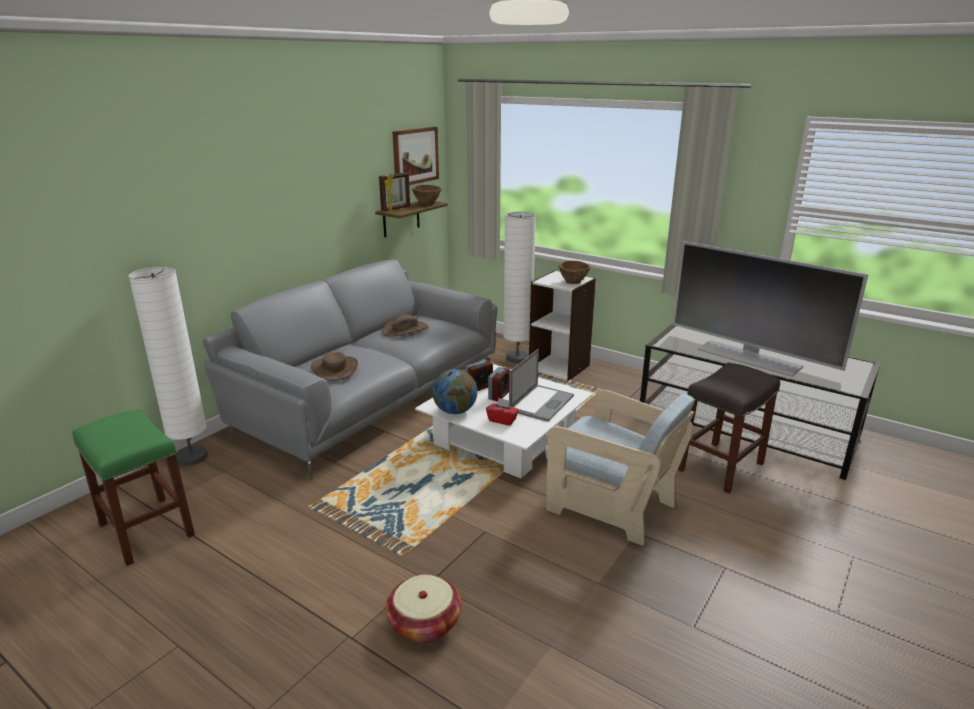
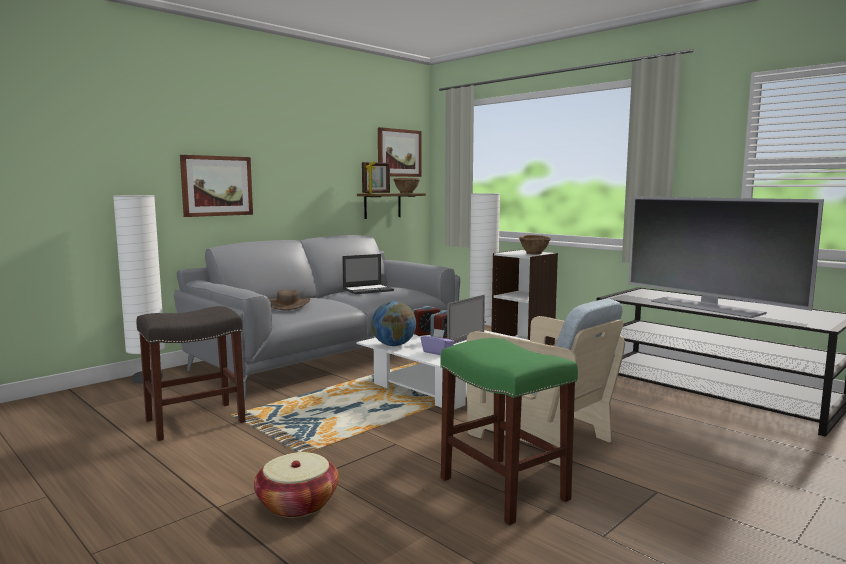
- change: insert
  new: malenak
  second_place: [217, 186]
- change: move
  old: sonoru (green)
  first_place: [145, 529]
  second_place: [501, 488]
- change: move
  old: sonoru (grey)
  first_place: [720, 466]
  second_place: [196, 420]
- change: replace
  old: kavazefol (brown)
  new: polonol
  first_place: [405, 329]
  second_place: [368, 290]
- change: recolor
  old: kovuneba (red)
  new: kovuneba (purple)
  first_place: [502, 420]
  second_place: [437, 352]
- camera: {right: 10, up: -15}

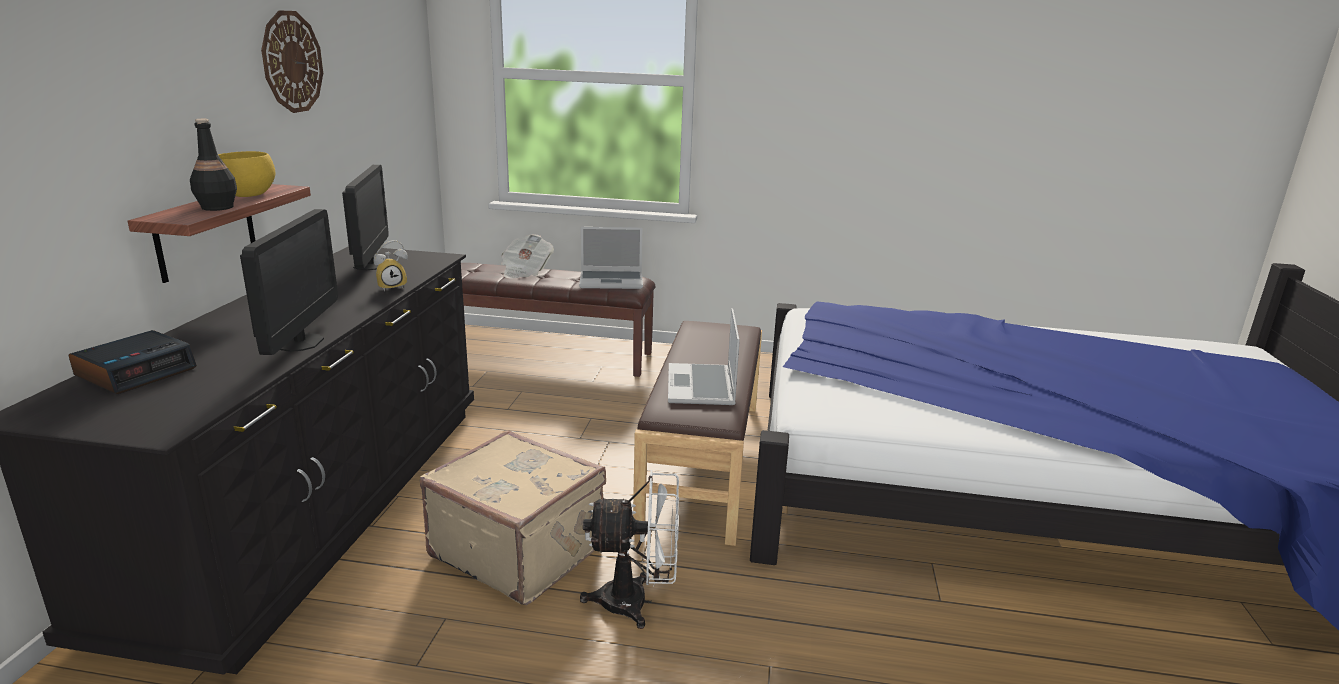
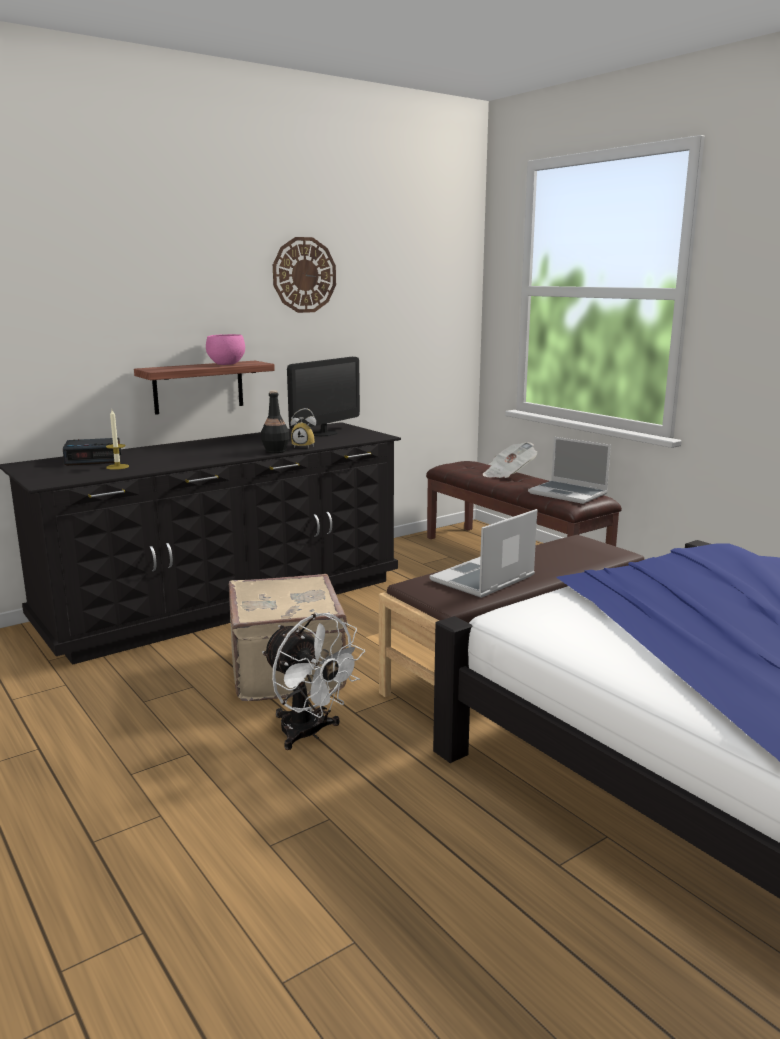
- change: delete
  old: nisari
  first_place: [300, 342]
- change: insert
  new: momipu
  second_place: [117, 467]
- change: move
  old: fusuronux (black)
  first_place: [217, 207]
  second_place: [275, 451]
- change: recolor
  old: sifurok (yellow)
  new: sifurok (pink)
  first_place: [247, 195]
  second_place: [225, 364]
- camera: {right: 45, up: -5}

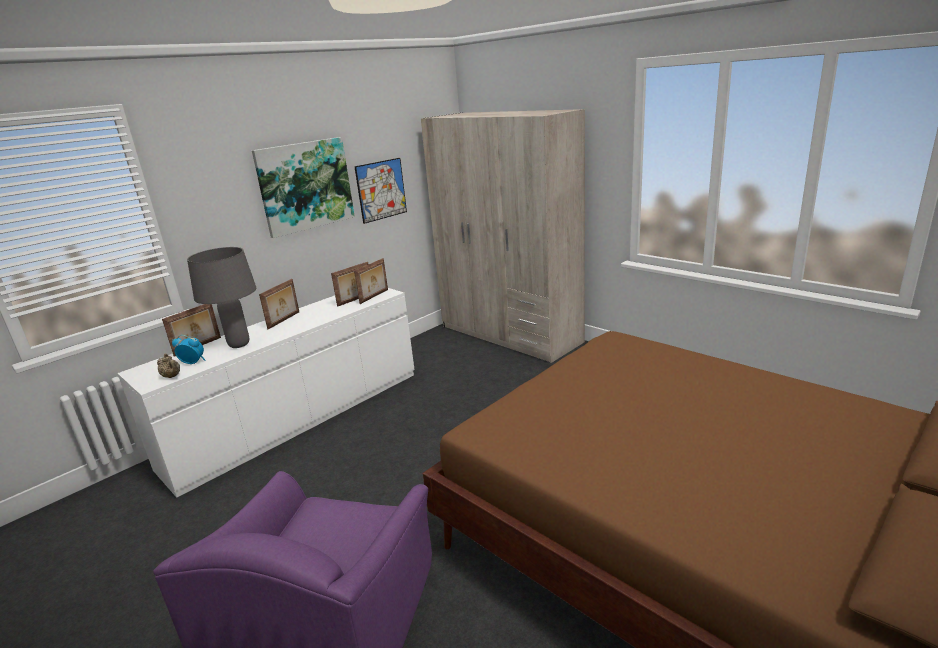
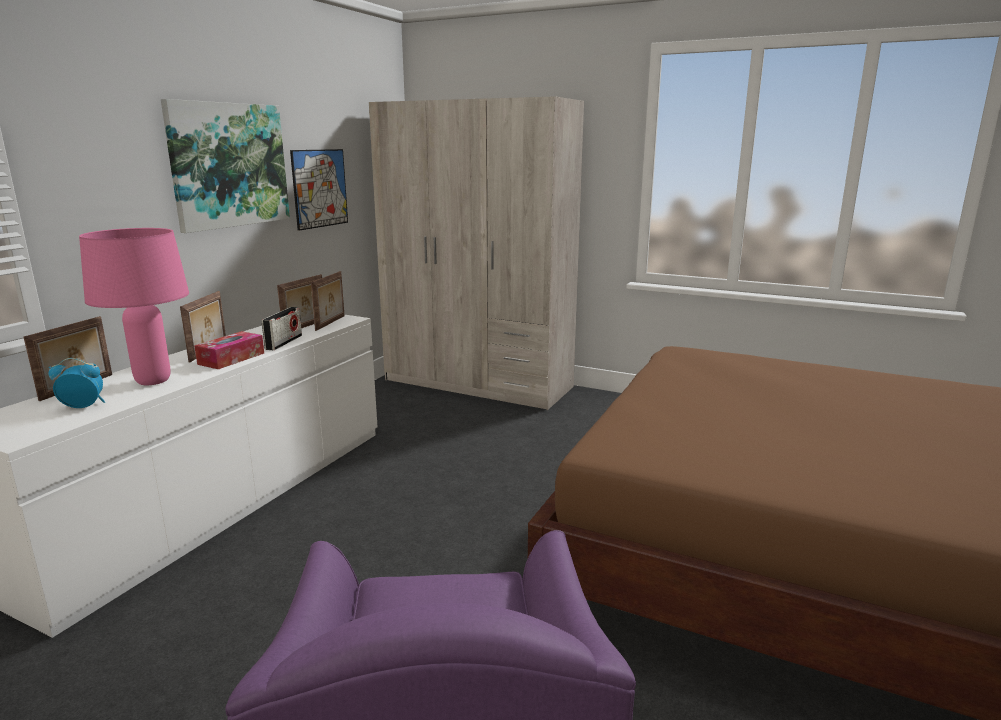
- change: delete
  old: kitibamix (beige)
  first_place: [172, 376]
- change: insert
  new: kovuneba
  second_place: [231, 358]
- change: insert
  new: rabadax
  second_place: [284, 342]
- change: recolor
  old: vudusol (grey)
  new: vudusol (pink)
  first_place: [239, 344]
  second_place: [154, 381]
- camera: {right: -20, up: -5}

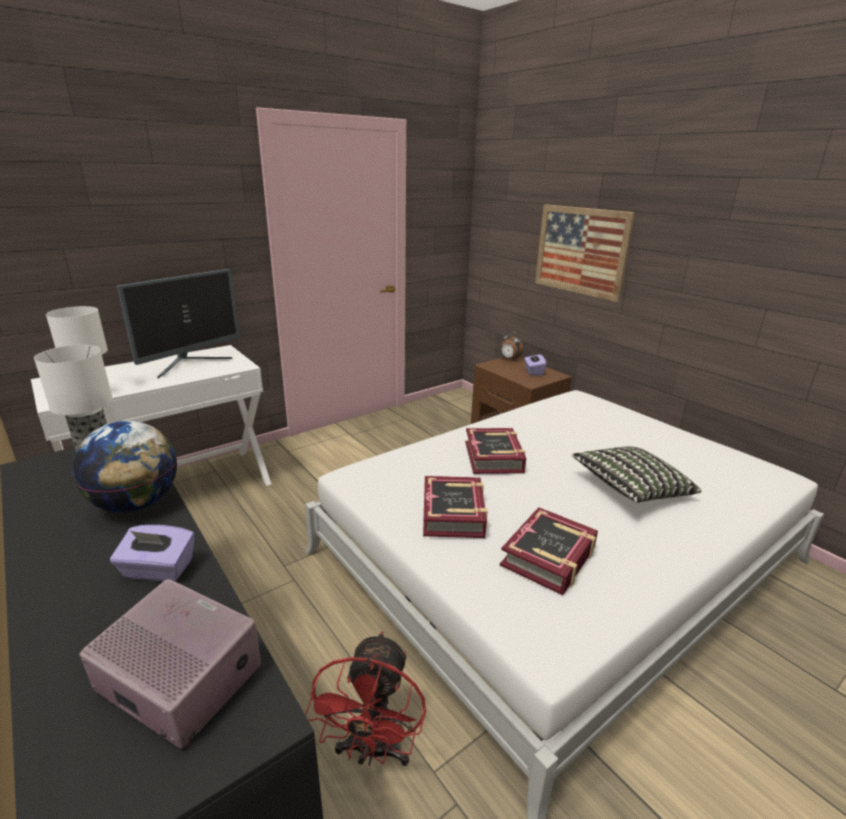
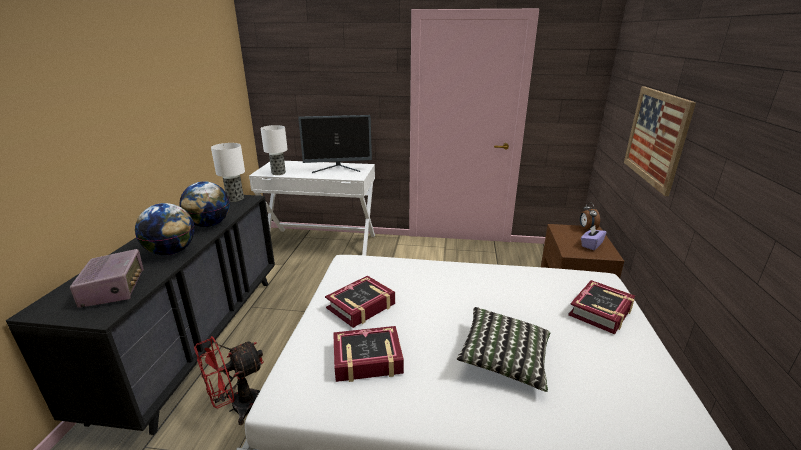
- change: move
  old: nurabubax
  first_place: [494, 457]
  second_place: [601, 312]
- change: replace
  old: kovuneba (purple)
  new: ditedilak
  first_place: [158, 570]
  second_place: [171, 252]
- camera: {right: 45, up: 0}

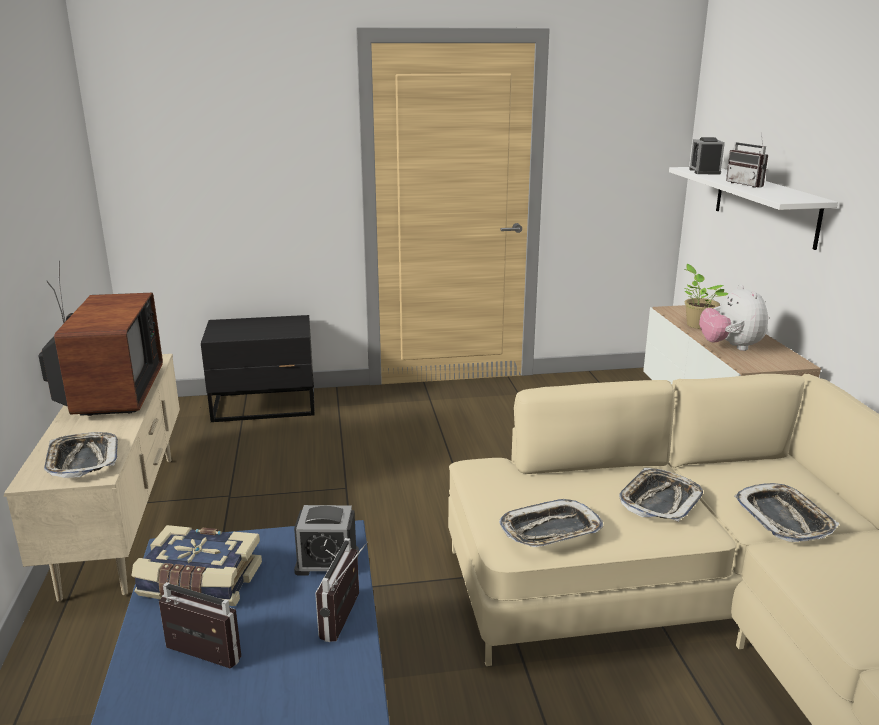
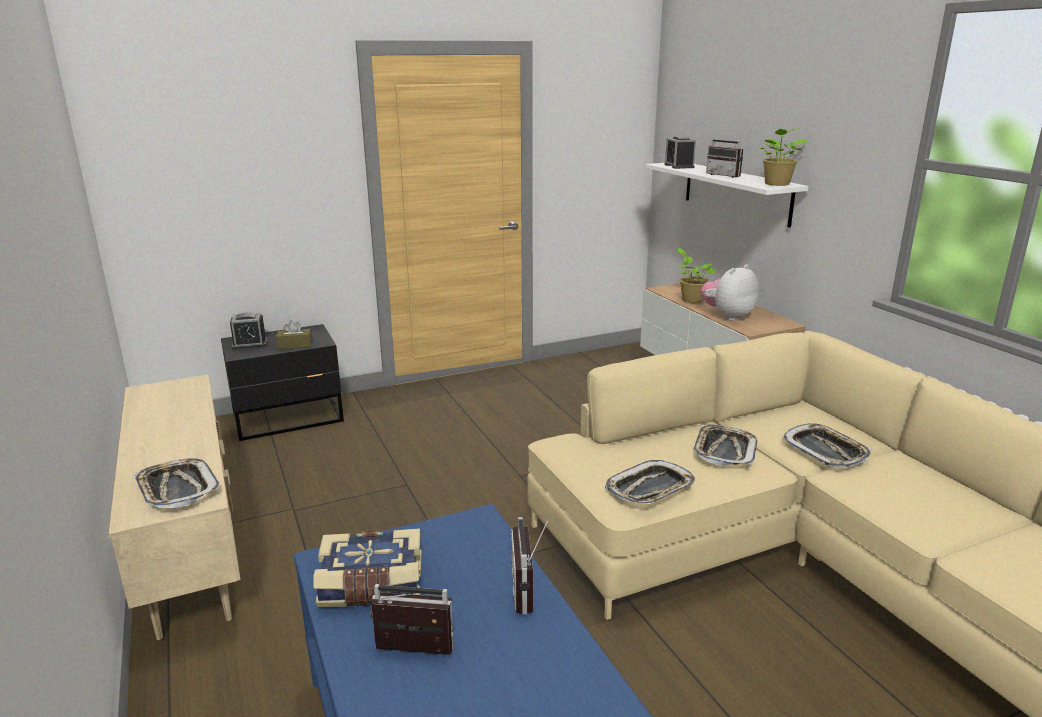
- change: delete
  old: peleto
  first_place: [110, 396]
- change: insert
  new: kovuneba (brown)
  second_place: [295, 345]
- change: insert
  new: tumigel
  second_place: [777, 184]
- change: move
  old: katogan
  first_place: [327, 562]
  second_place: [250, 344]
- change: rotate
  old: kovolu
  first_place: [730, 347]
  second_place: [728, 316]
  degrees: 75
- camera: {right: -15, up: 0}

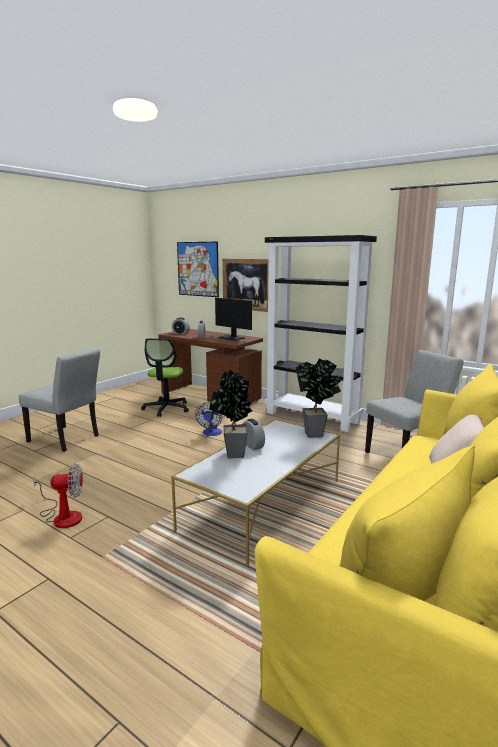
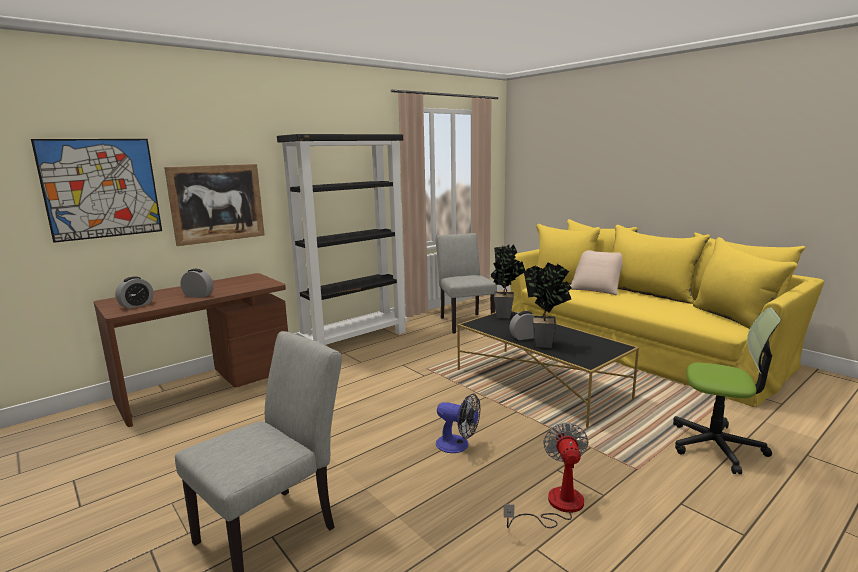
- change: delete
  old: nisari
  first_place: [231, 338]
- change: move
  old: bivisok
  first_place: [166, 408]
  second_place: [716, 446]
- change: move
  old: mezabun
  first_place: [211, 433]
  second_place: [458, 445]
- change: recolor
  old: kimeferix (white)
  new: kimeferix (black)
  first_place: [263, 505]
  second_place: [540, 384]
- camera: {right: -75, up: 0}

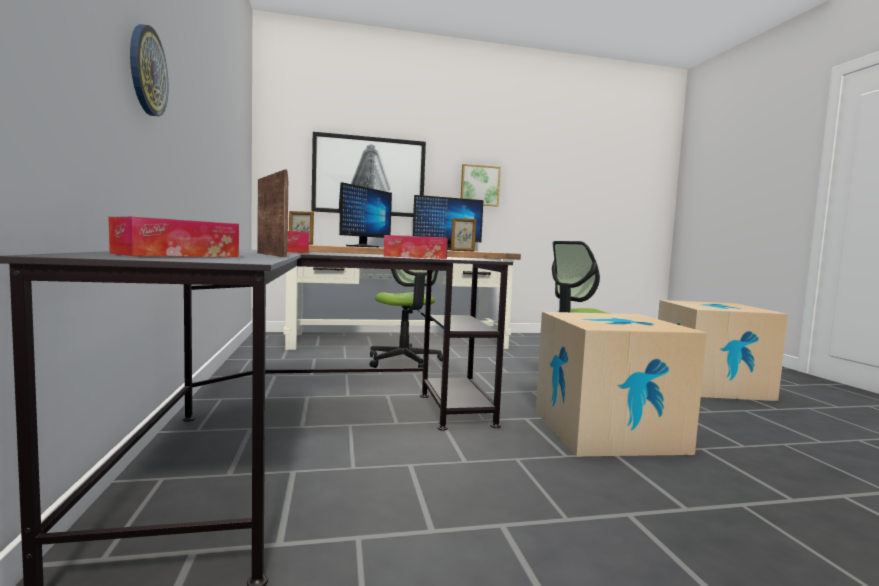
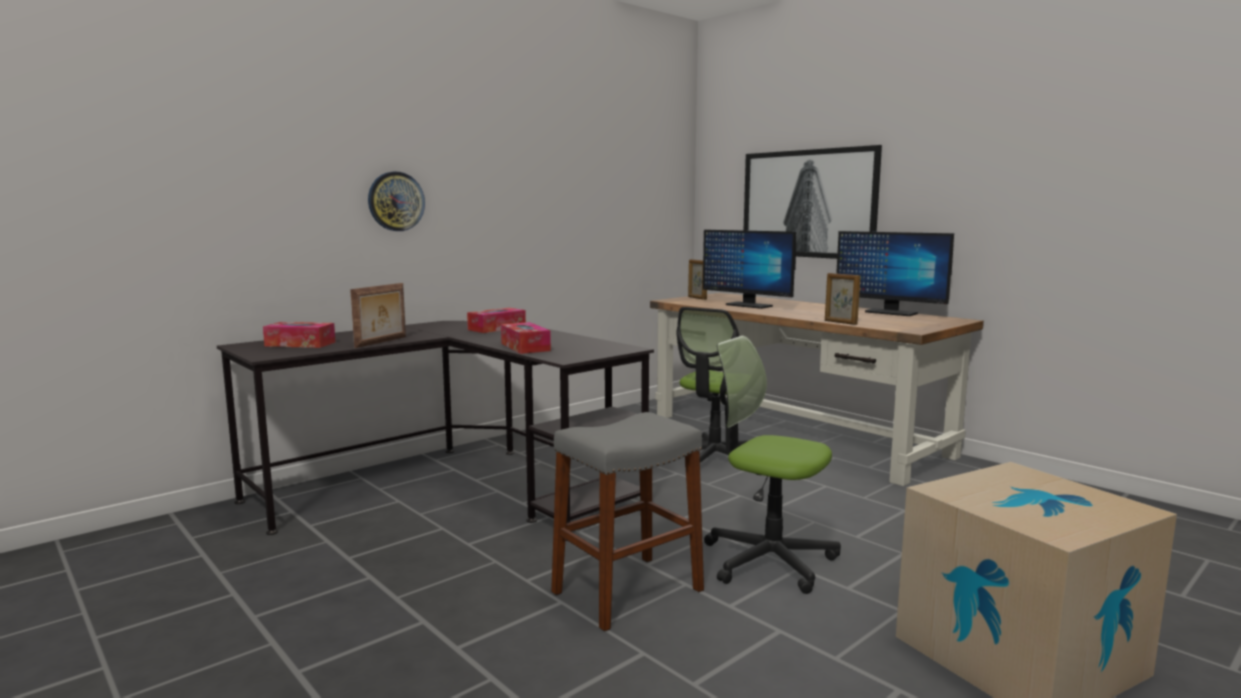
- change: delete
  old: malenak
  first_place: [479, 185]
- change: replace
  old: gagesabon
  new: sonoru (grey)
  first_place: [607, 431]
  second_place: [627, 591]
- change: rotate
  old: nisari
  first_place: [362, 246]
  second_place: [748, 305]
  degrees: 45
- camera: {right: 60, up: 5}

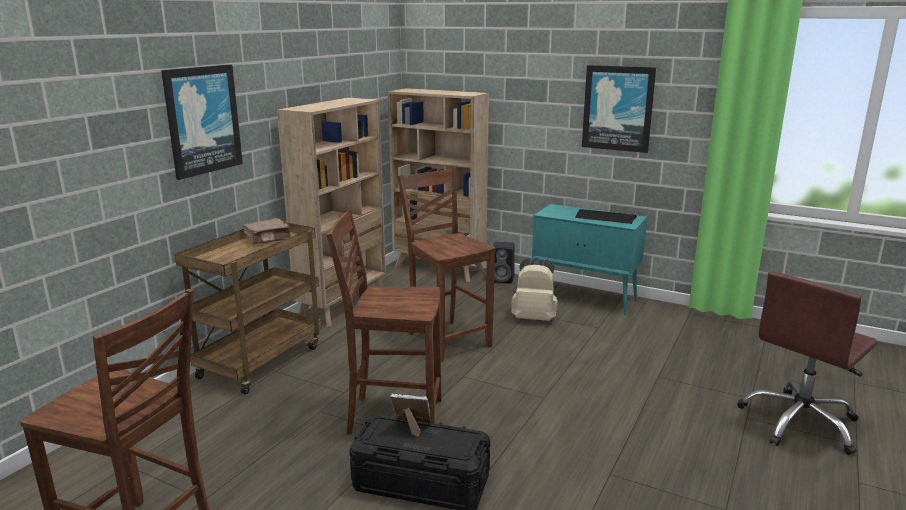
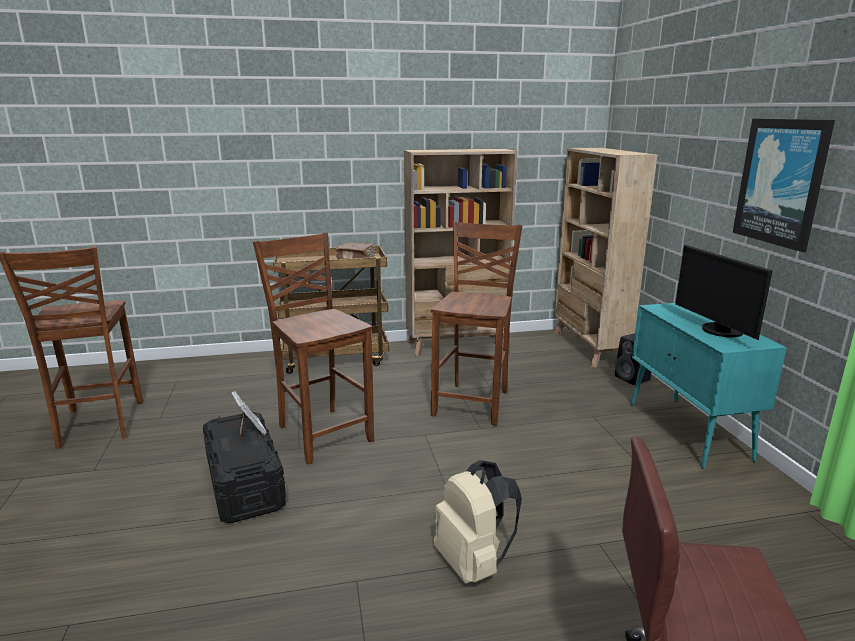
- change: delete
  old: malenak
  first_place: [202, 120]
- change: move
  old: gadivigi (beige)
  first_place: [534, 318]
  second_place: [473, 563]
- change: replace
  old: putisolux
  new: nisari
  first_place: [605, 217]
  second_place: [718, 331]
- camera: {right: 50, up: 0}

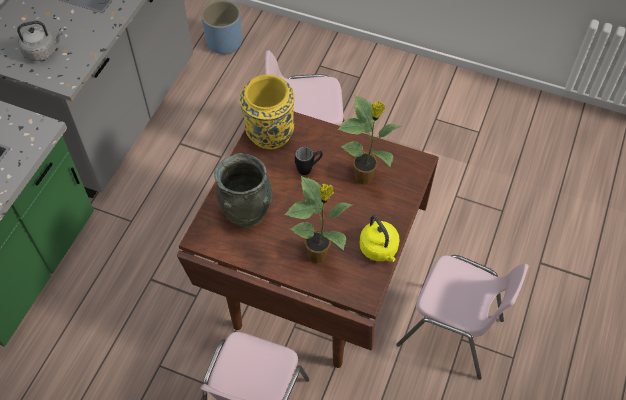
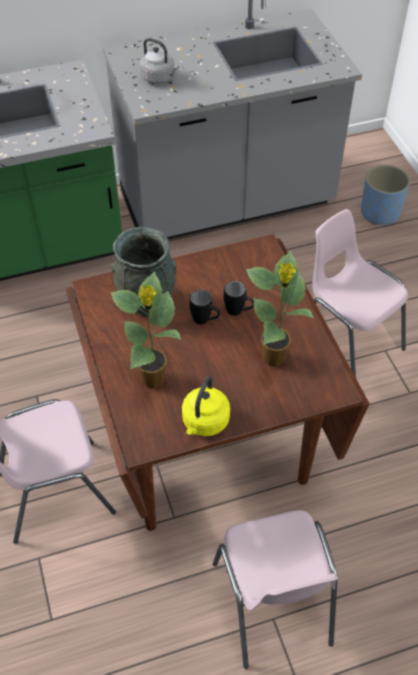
- change: delete
  old: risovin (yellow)
  first_place: [269, 134]
- change: insert
  new: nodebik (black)
  second_place: [205, 321]
- camera: {right: 50, up: -5}

